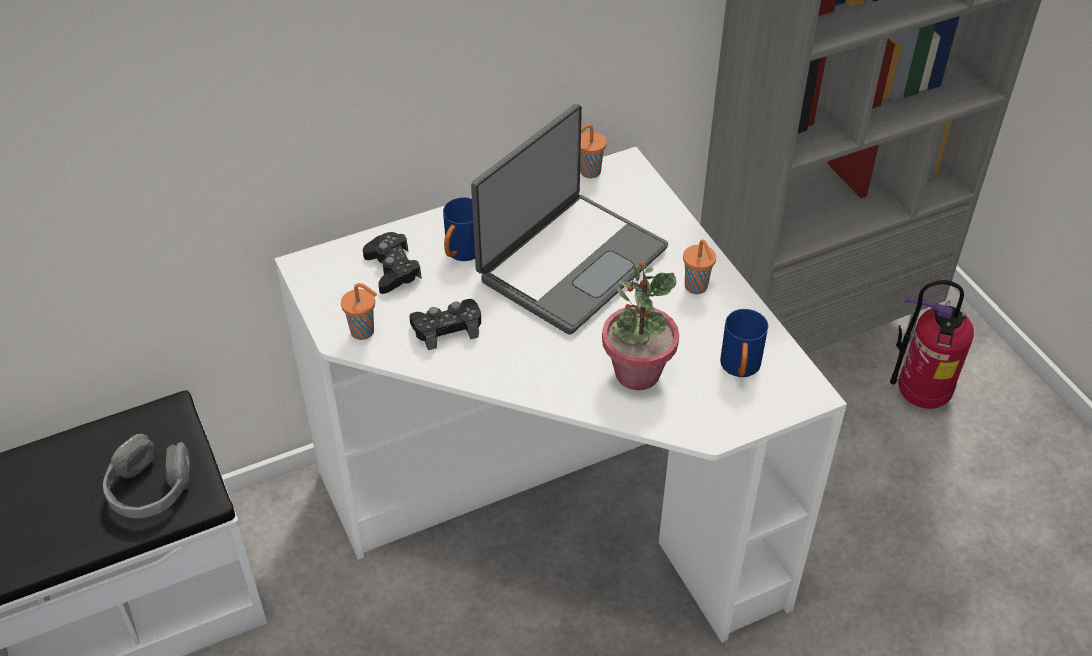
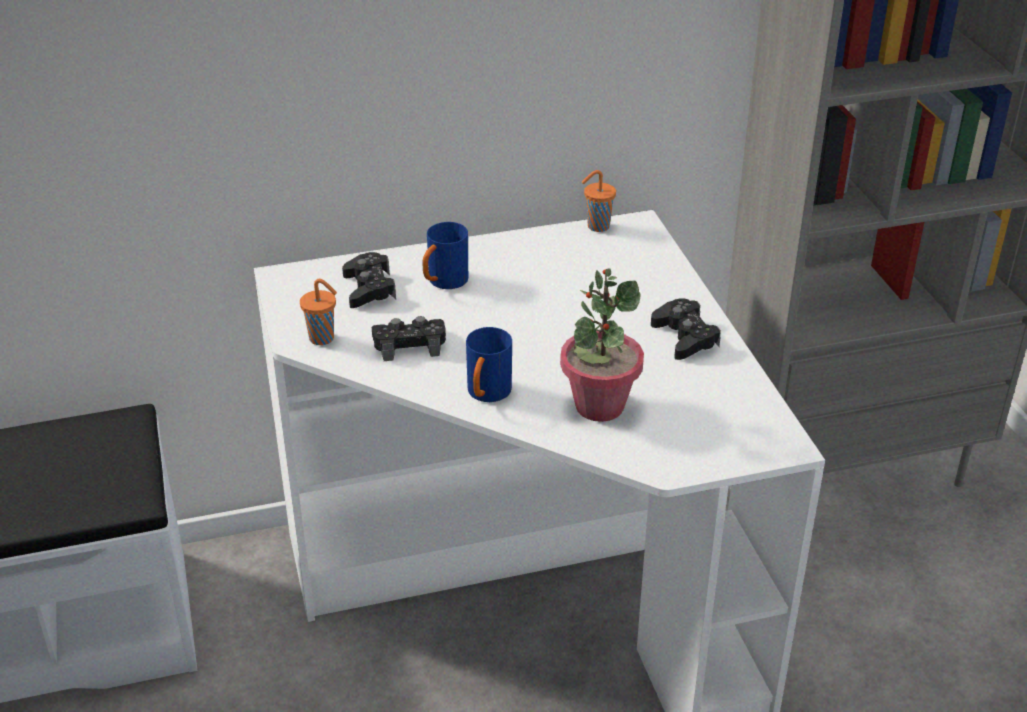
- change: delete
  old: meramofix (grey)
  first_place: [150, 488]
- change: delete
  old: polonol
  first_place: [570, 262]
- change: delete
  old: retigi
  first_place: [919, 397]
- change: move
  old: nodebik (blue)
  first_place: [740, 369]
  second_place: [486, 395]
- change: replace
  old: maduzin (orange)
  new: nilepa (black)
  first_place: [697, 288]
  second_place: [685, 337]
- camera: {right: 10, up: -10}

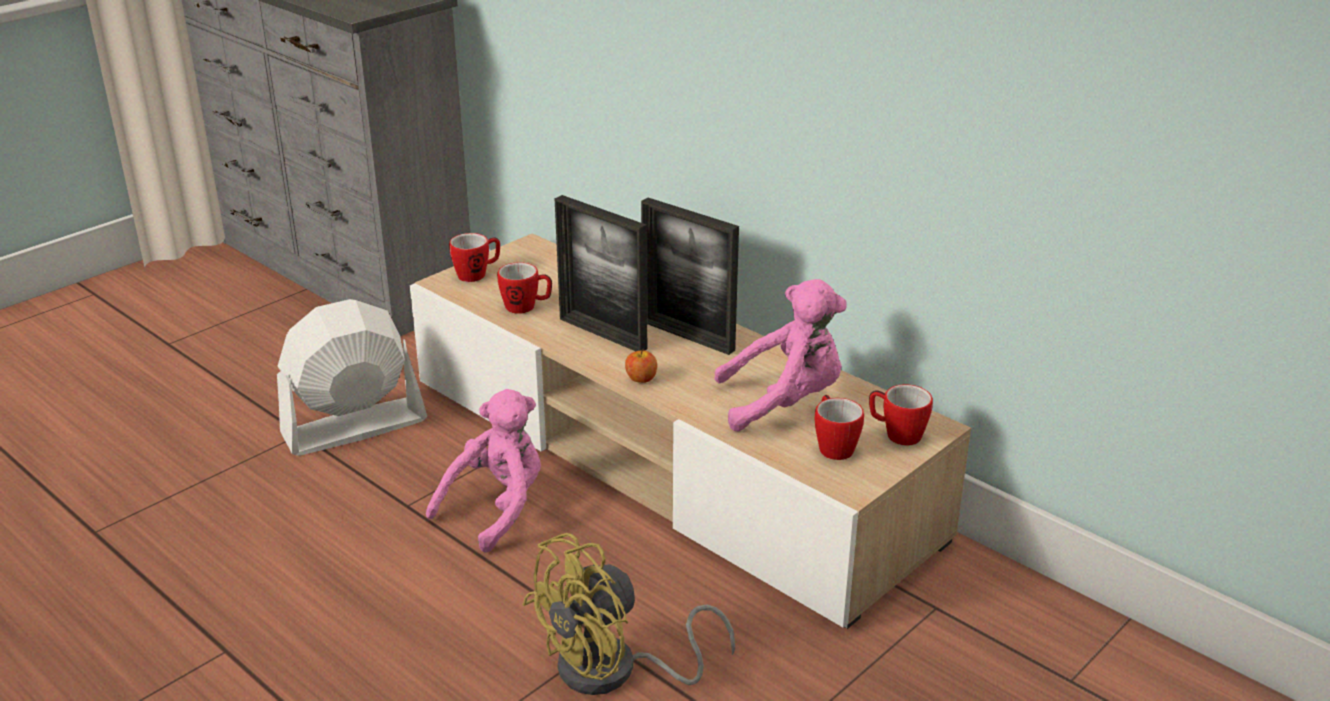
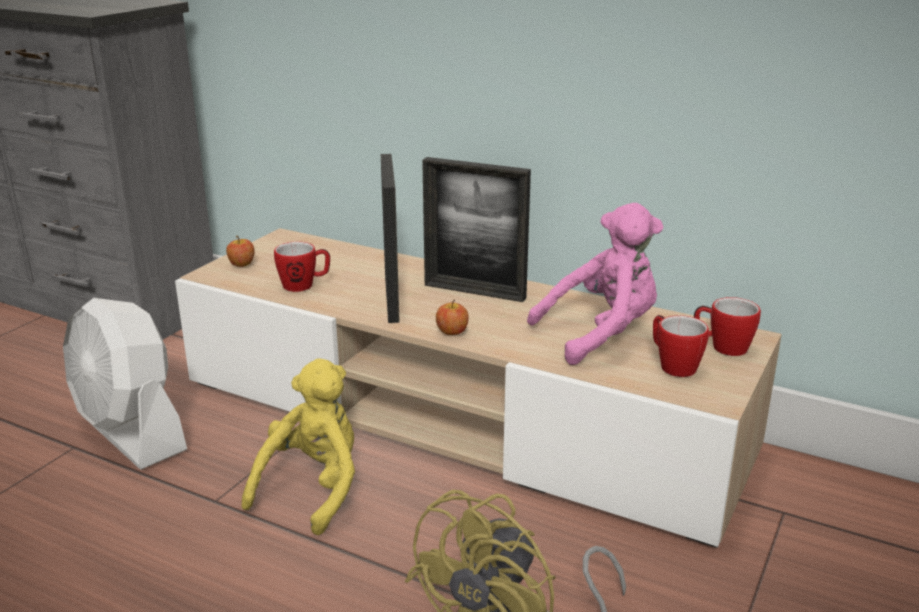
- change: replace
  old: nodebik
  new: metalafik
  first_place: [477, 274]
  second_place: [242, 264]
- change: recolor
  old: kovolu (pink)
  new: kovolu (yellow)
  first_place: [497, 508]
  second_place: [313, 488]
- change: rotate
  old: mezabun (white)
  first_place: [354, 427]
  second_place: [131, 432]
  degrees: -90
- change: rotate
  old: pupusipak
  first_place: [602, 333]
  second_place: [392, 299]
  degrees: -120
- camera: {right: -15, up: -5}

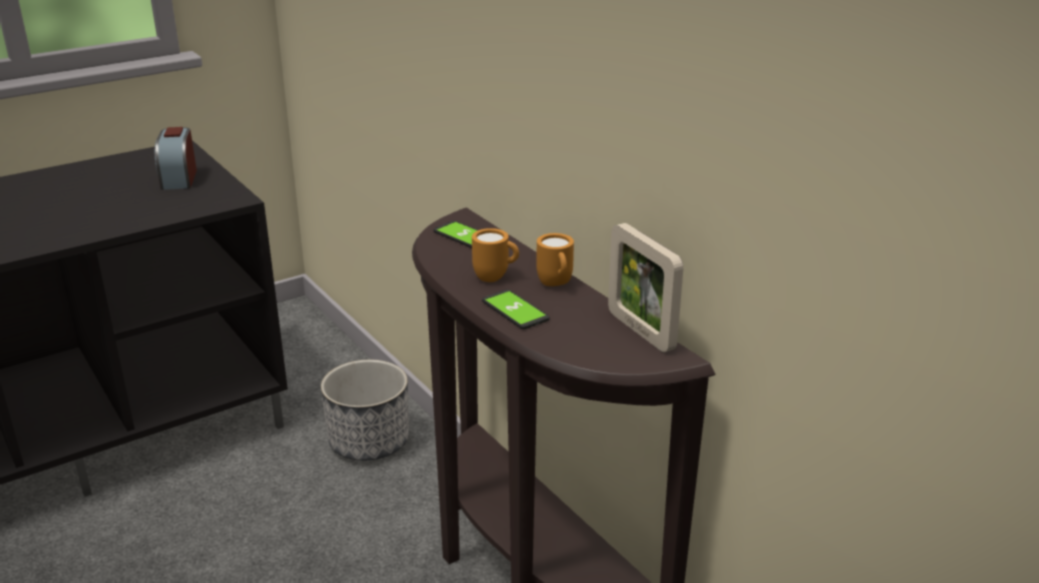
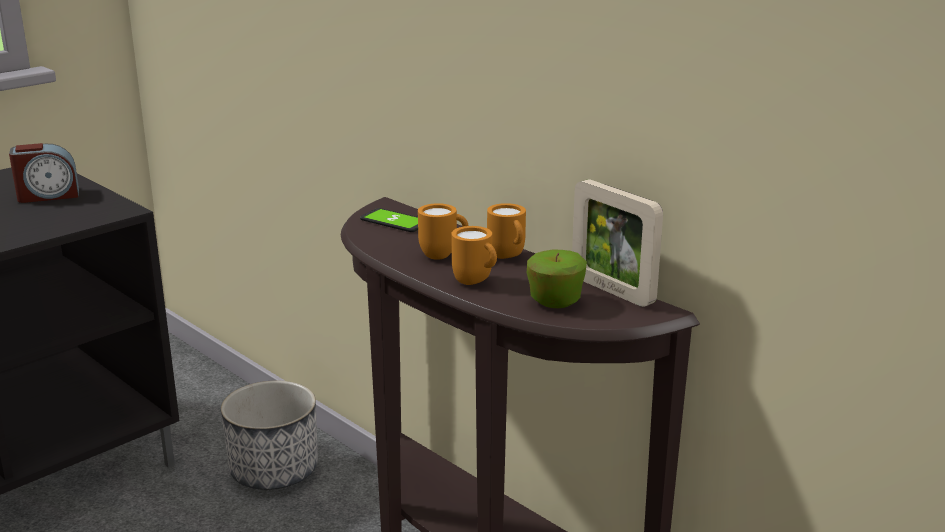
- change: insert
  new: metalafik
  second_place: [555, 301]
- change: replace
  old: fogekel
  new: nodebik (orange)
  first_place: [515, 310]
  second_place: [476, 282]
- change: rotate
  old: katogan
  first_place: [179, 179]
  second_place: [48, 195]
  degrees: -90
- camera: {right: -10, up: -5}

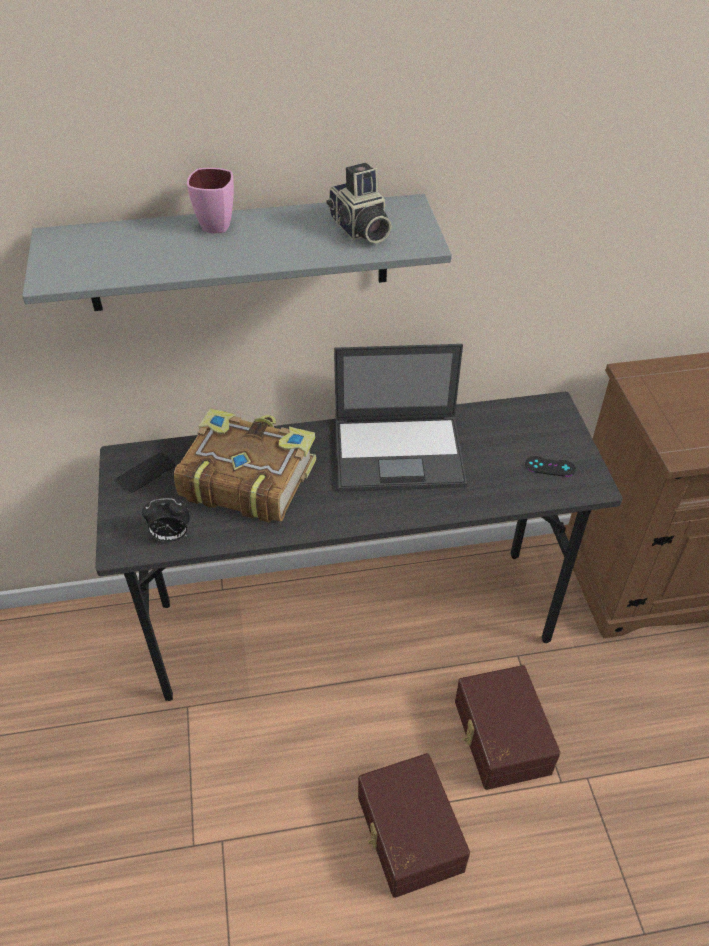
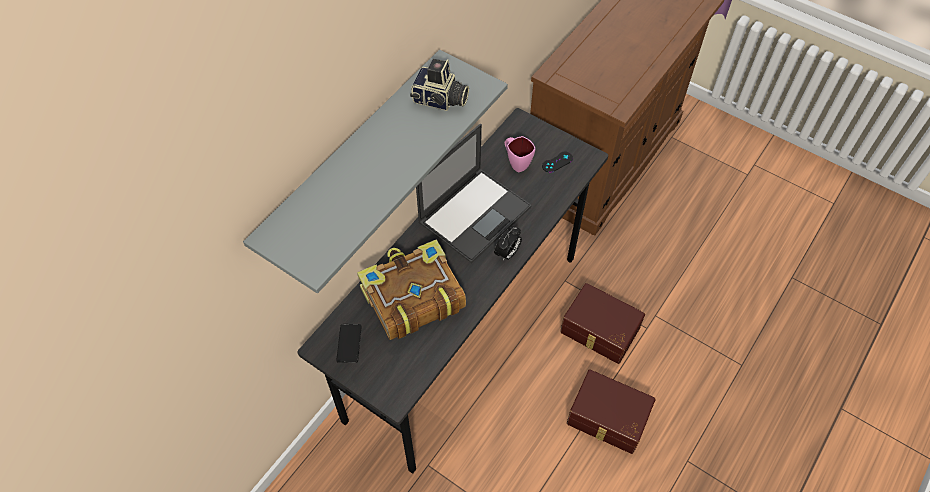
- change: move
  old: katogan
  first_place: [170, 536]
  second_place: [507, 253]
- change: move
  old: nodebik (pink)
  first_place: [218, 222]
  second_place: [516, 163]
- camera: {right: -45, up: 10}

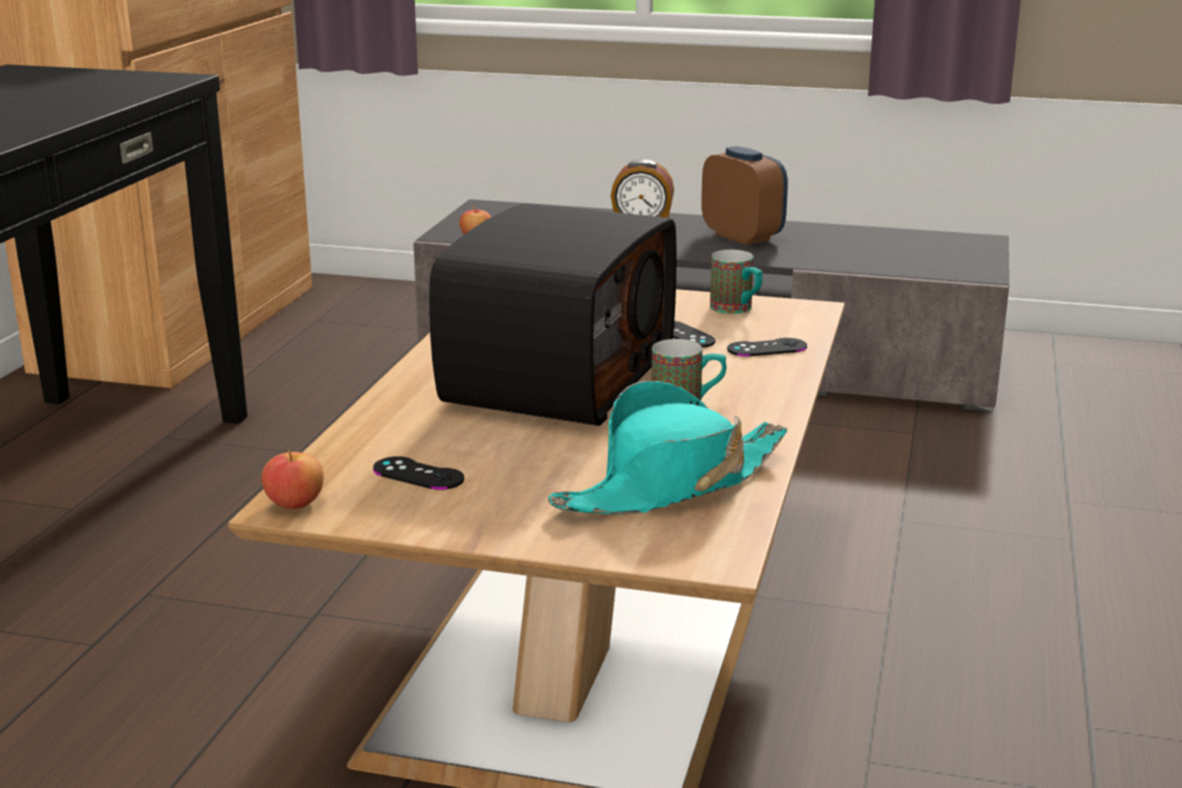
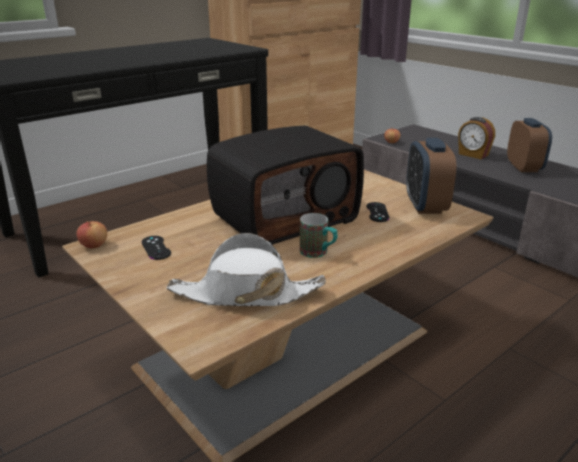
- change: delete
  old: nilepa (black)
  first_place: [767, 348]
- change: replace
  old: nodebik
  new: katogan
  first_place: [737, 310]
  second_place: [425, 206]
- change: recolor
  old: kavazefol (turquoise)
  new: kavazefol (white)
  first_place: [671, 485]
  second_place: [245, 293]
- camera: {right: 35, up: 5}

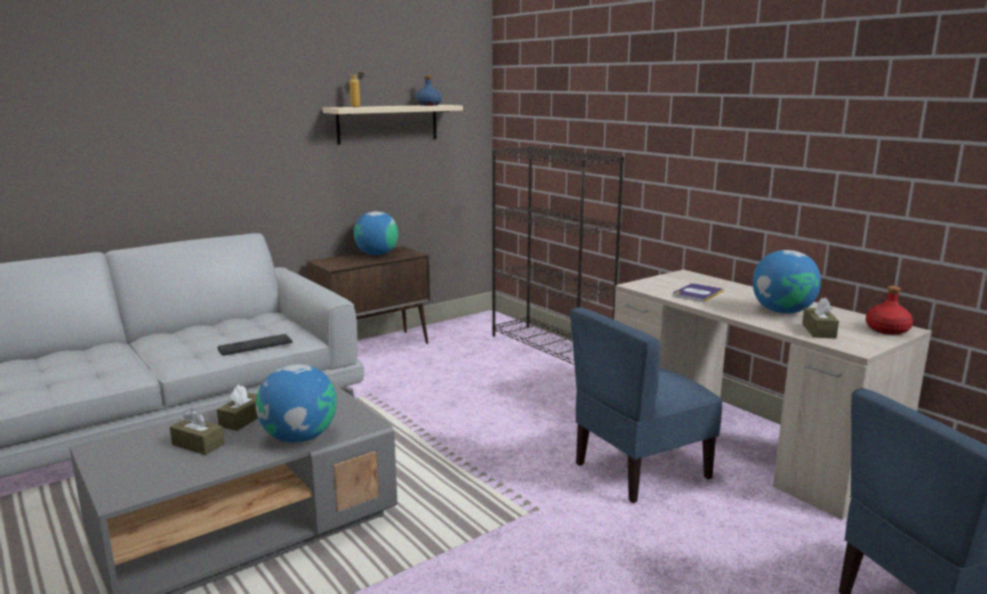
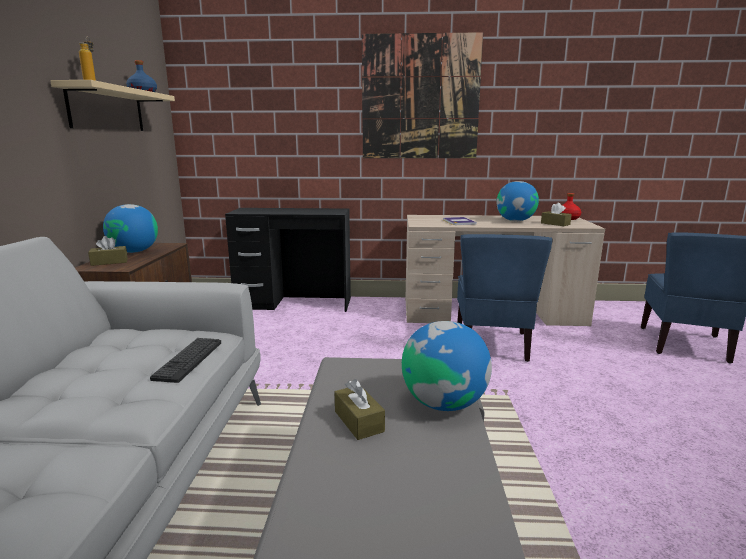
- change: insert
  new: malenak
  second_place: [420, 98]
- change: move
  old: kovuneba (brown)
  first_place: [198, 444]
  second_place: [109, 262]
- change: replace
  old: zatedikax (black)
  new: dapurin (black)
  first_place: [551, 348]
  second_place: [294, 303]
- camera: {right: -50, up: 0}

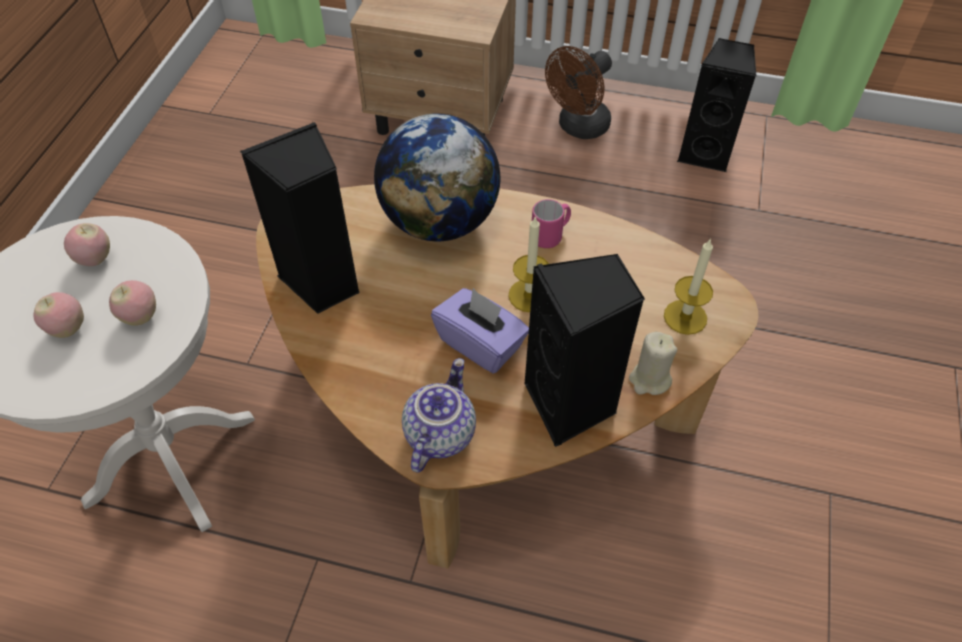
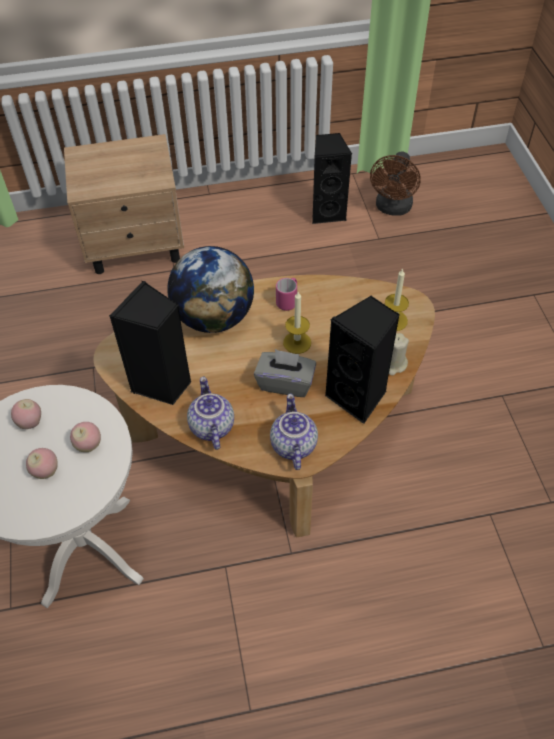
- change: insert
  new: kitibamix
  second_place: [210, 426]
- change: move
  old: mezabun (brown)
  first_place: [578, 128]
  second_place: [392, 208]
- change: recolor
  old: kovuneba (purple)
  new: kovuneba (grey)
  first_place: [481, 344]
  second_place: [285, 383]
- camera: {right: -25, up: 0}

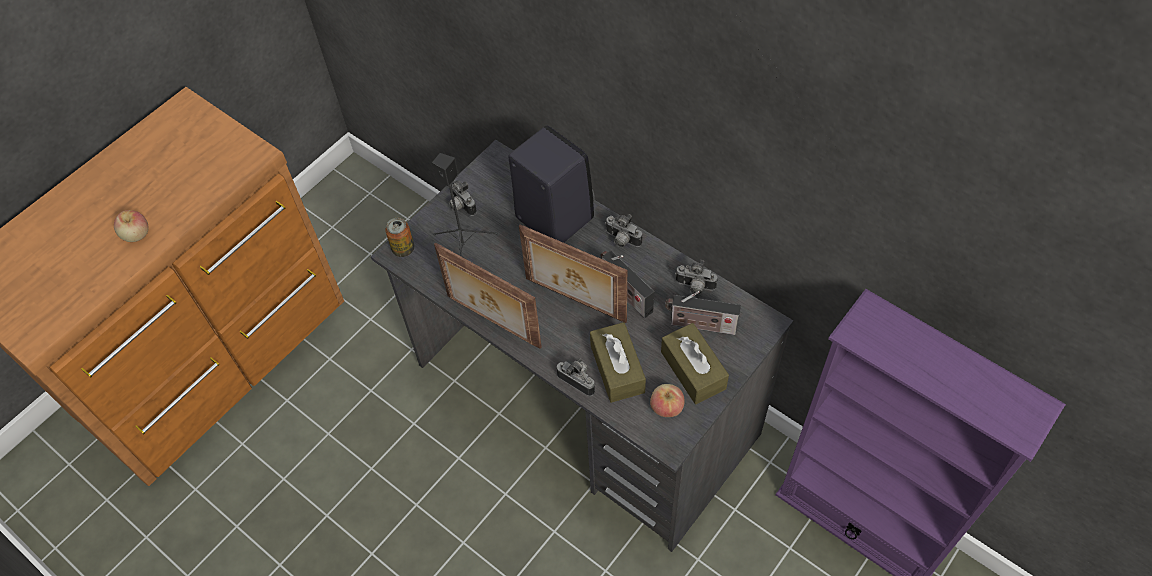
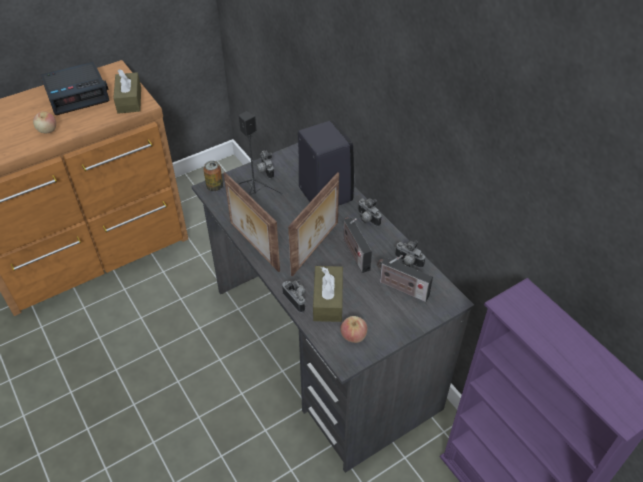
- change: insert
  new: katogan
  second_place: [77, 94]
- change: move
  old: kovuneba (brown)
  first_place: [693, 370]
  second_place: [129, 100]
- change: rotate
  old: pupusipak
  first_place: [574, 301]
  second_place: [316, 248]
  degrees: -105
- camera: {right: 15, up: -10}

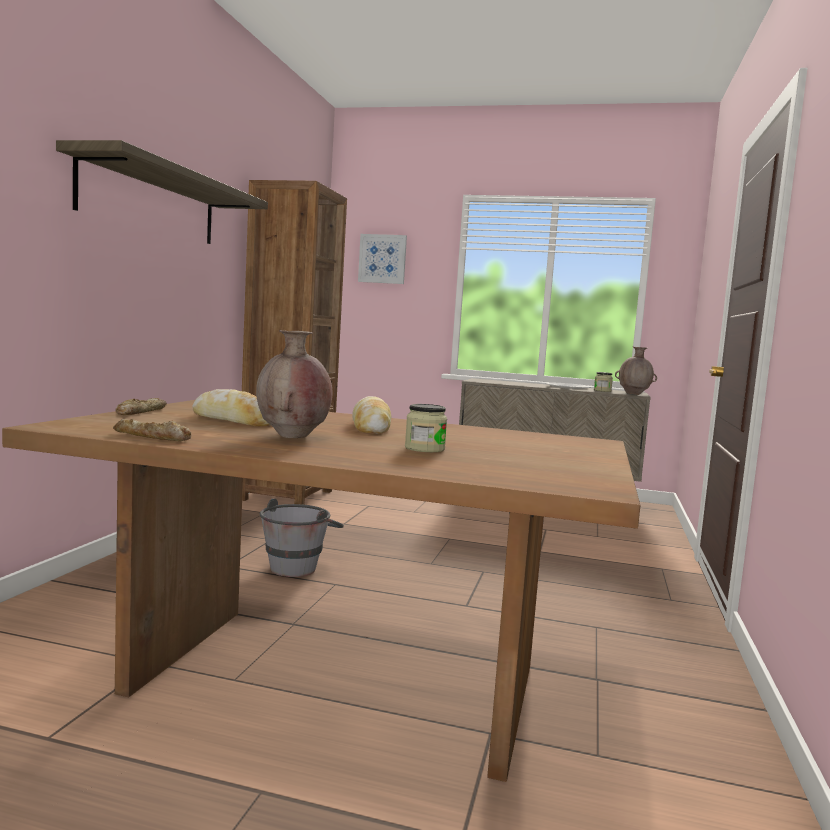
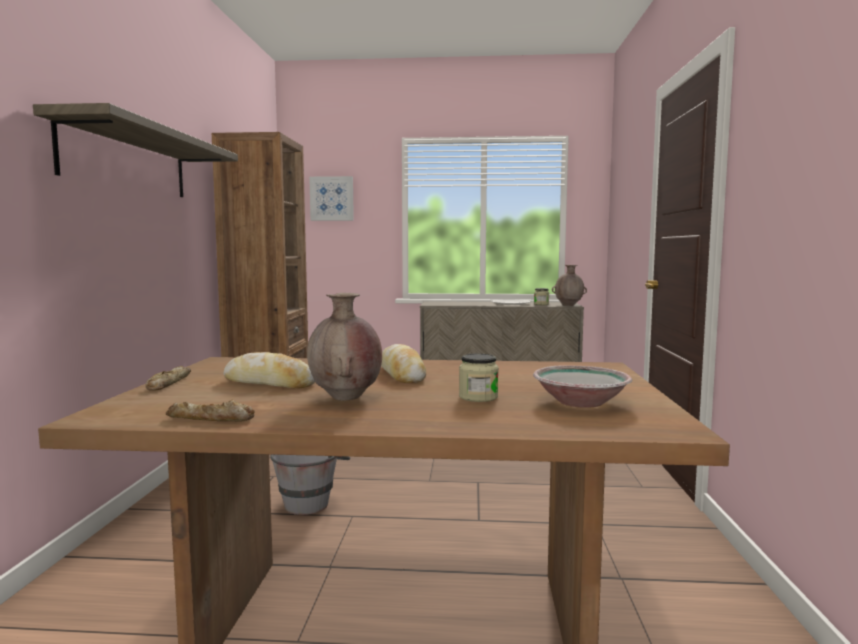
- change: insert
  new: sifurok
  second_place: [579, 402]
- camera: {right: -10, up: 0}

